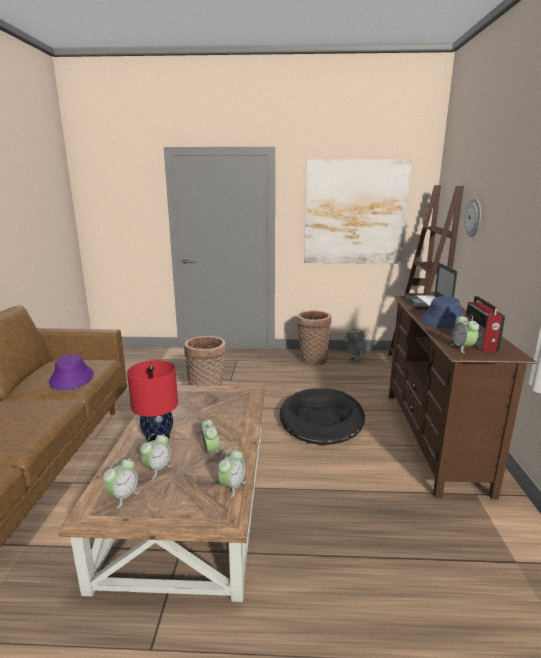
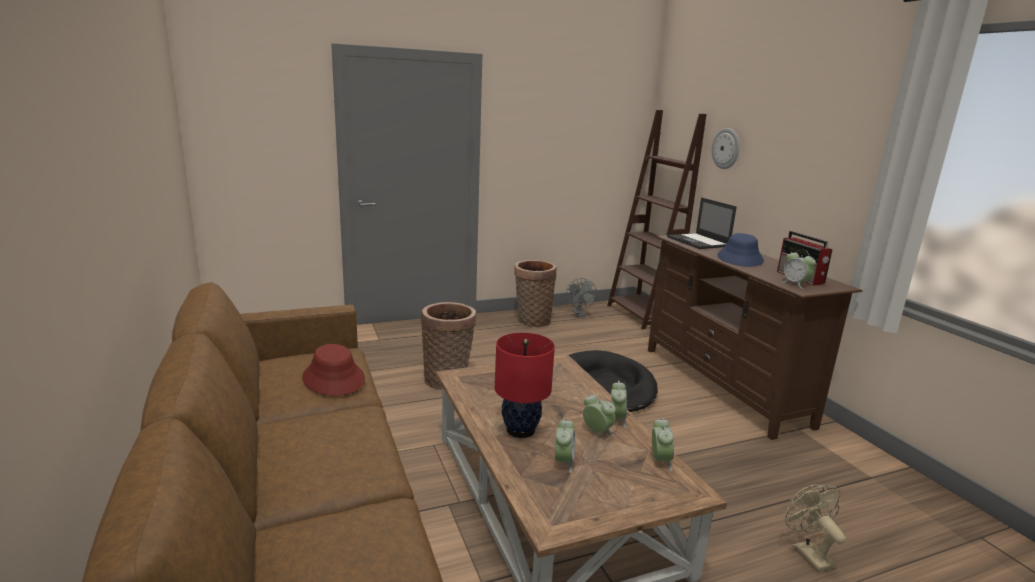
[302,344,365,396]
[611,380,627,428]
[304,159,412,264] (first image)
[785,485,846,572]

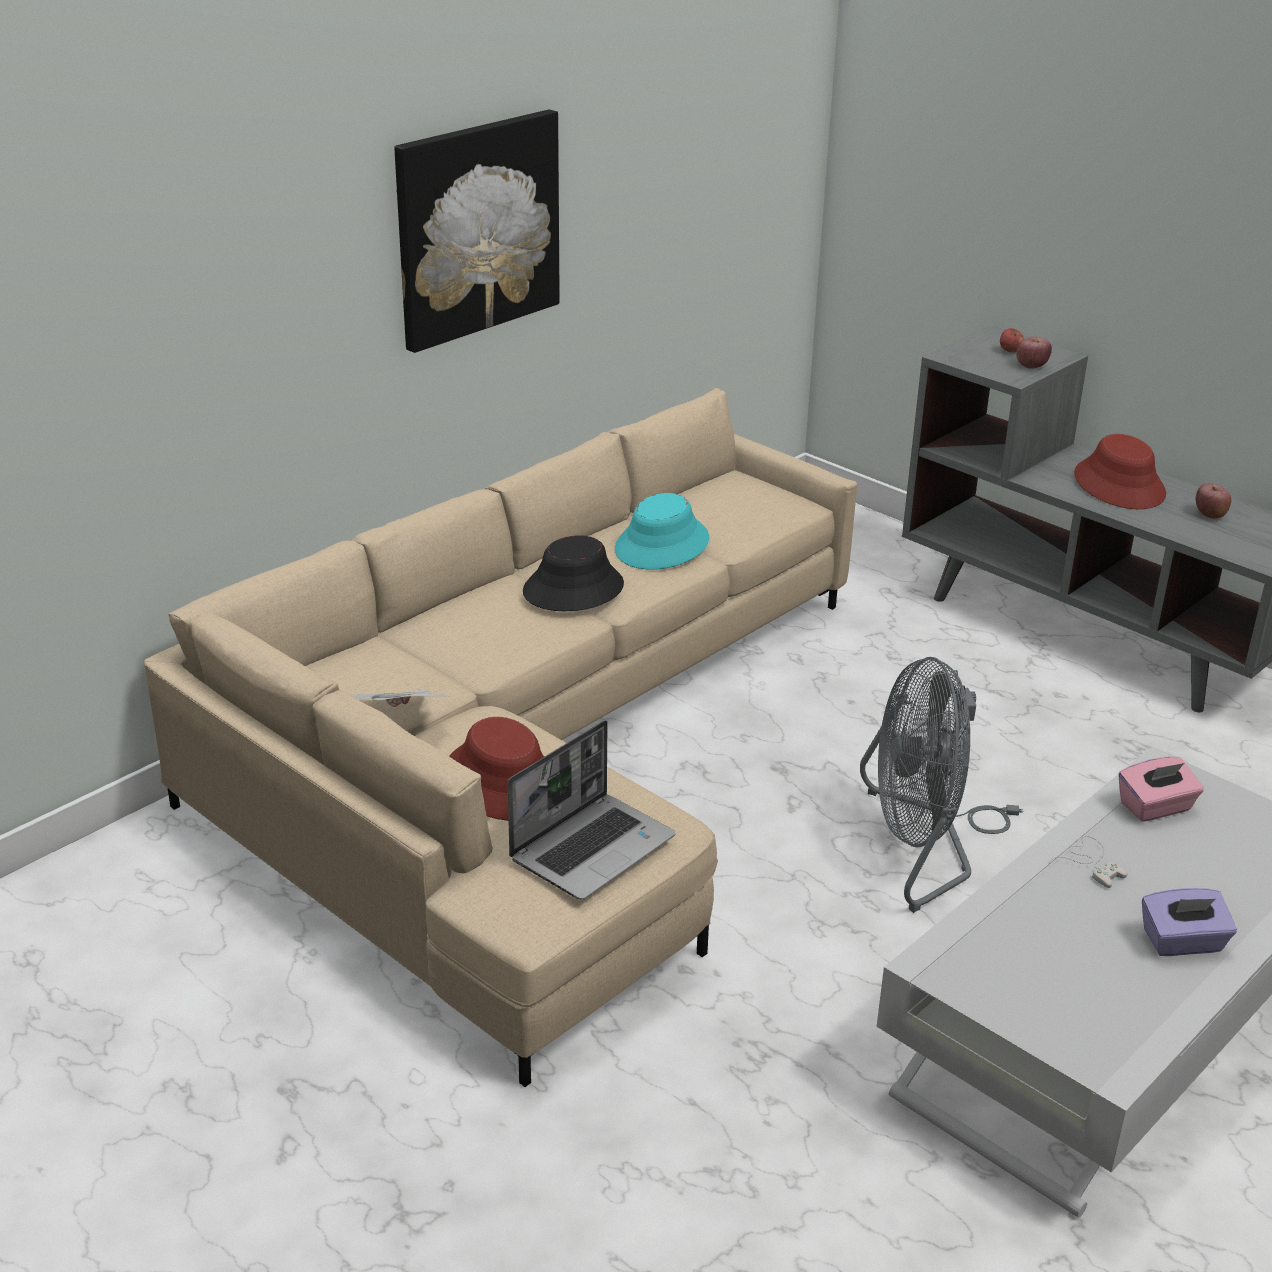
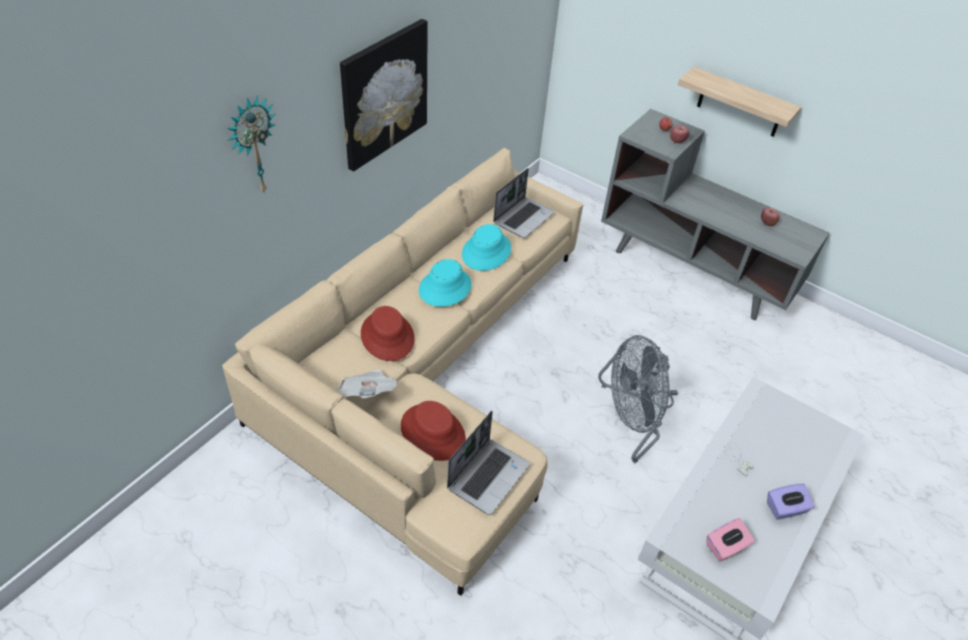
[419,259,472,307]
[361,306,415,361]
[706,518,754,562]
[227,95,276,194]
[493,168,555,238]
[678,67,801,137]

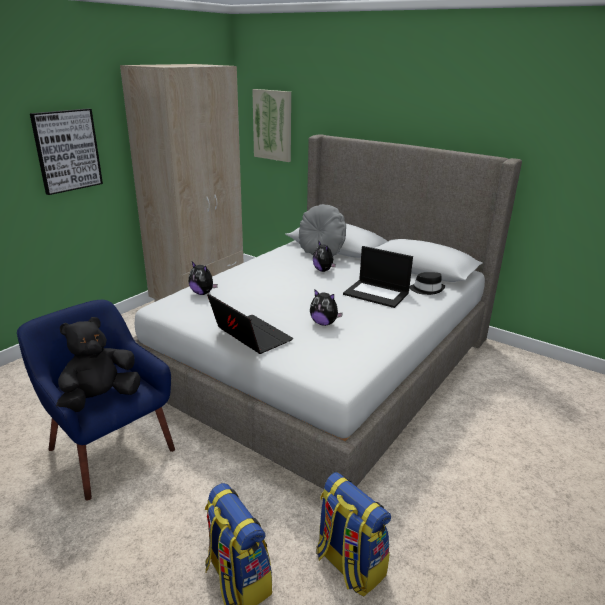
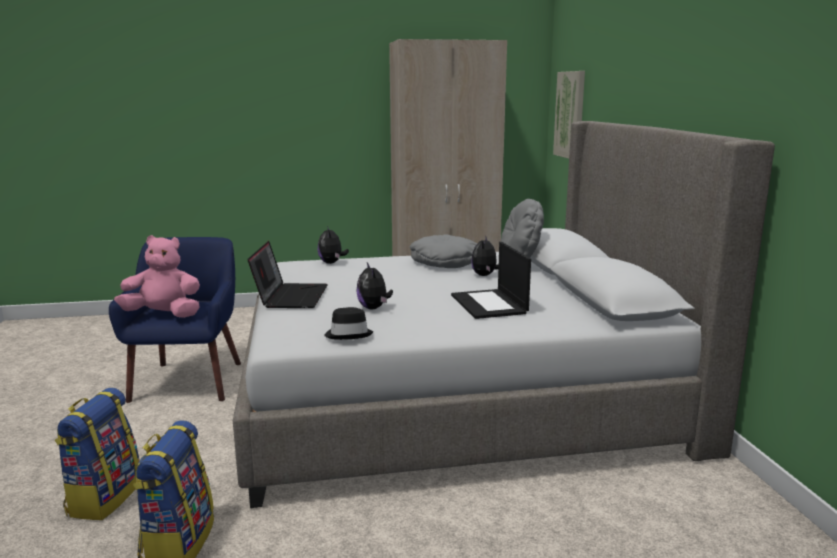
[30,108,103,195] (first image)
[114,235,200,318]
[324,307,373,340]
[410,234,477,268]

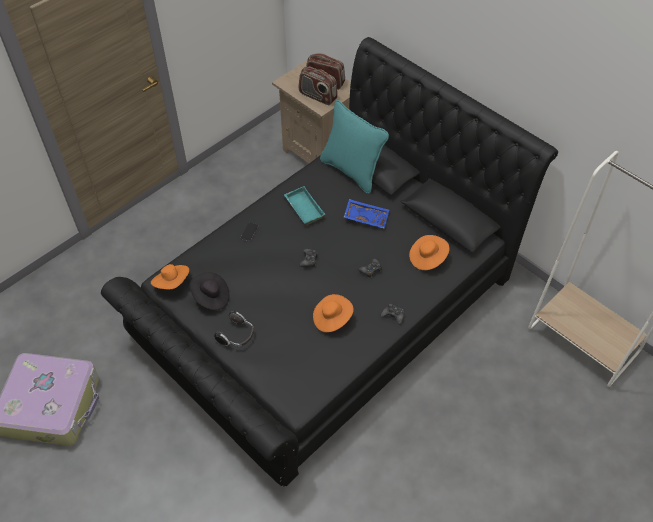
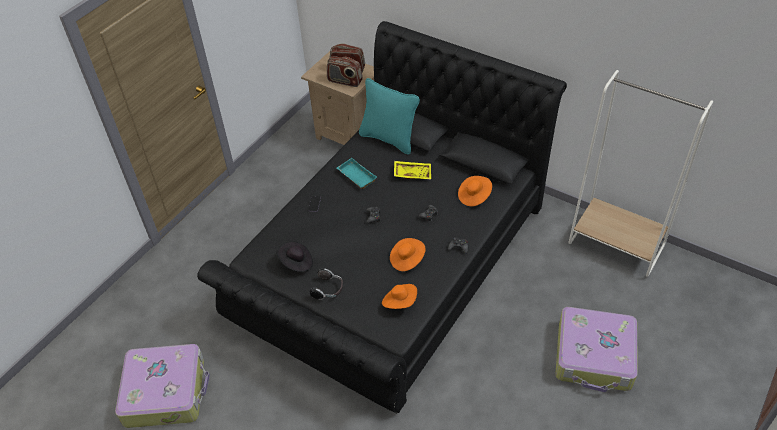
[382,284,417,309]
[394,161,431,180]
[555,307,638,392]

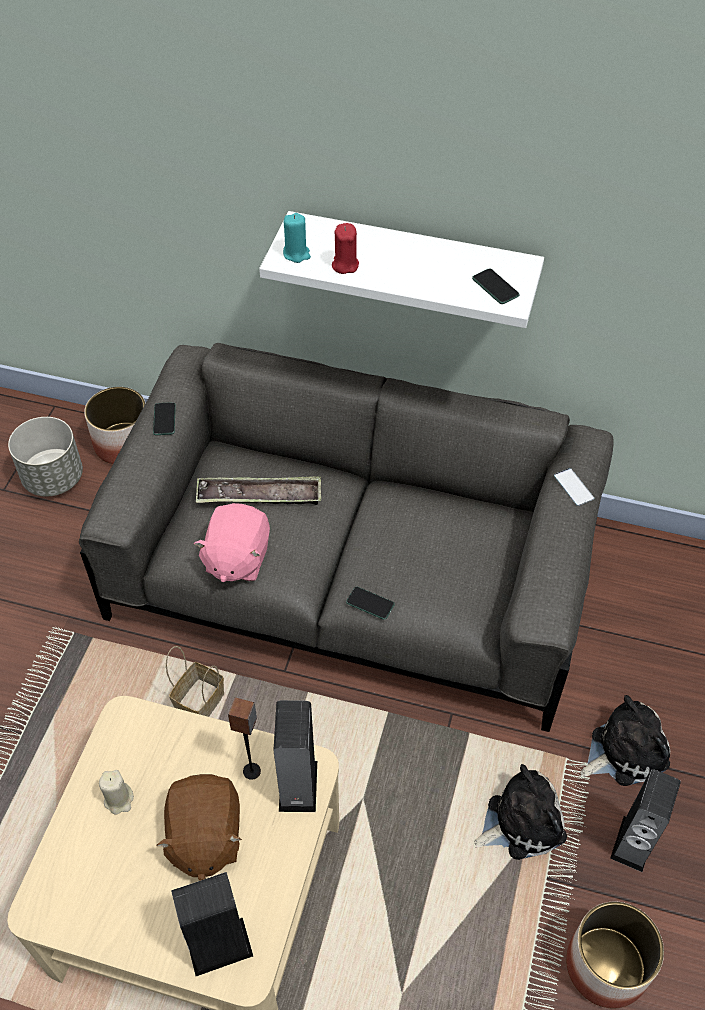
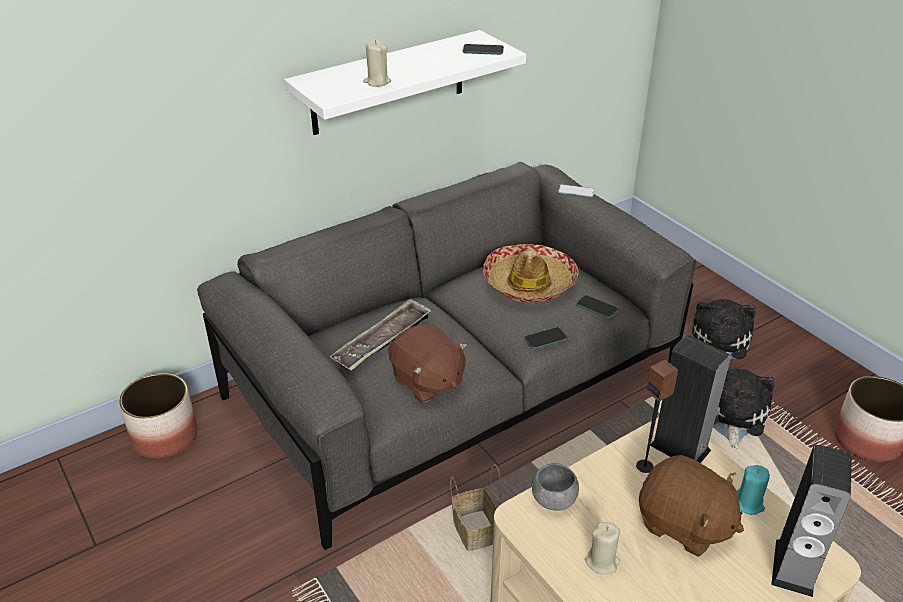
[8,417,83,496] (first image)
[576,295,618,319]
[388,324,468,403]
[737,465,770,515]
[363,40,391,87]
[610,769,681,872] (first image)
[483,244,579,302]
[532,463,579,510]

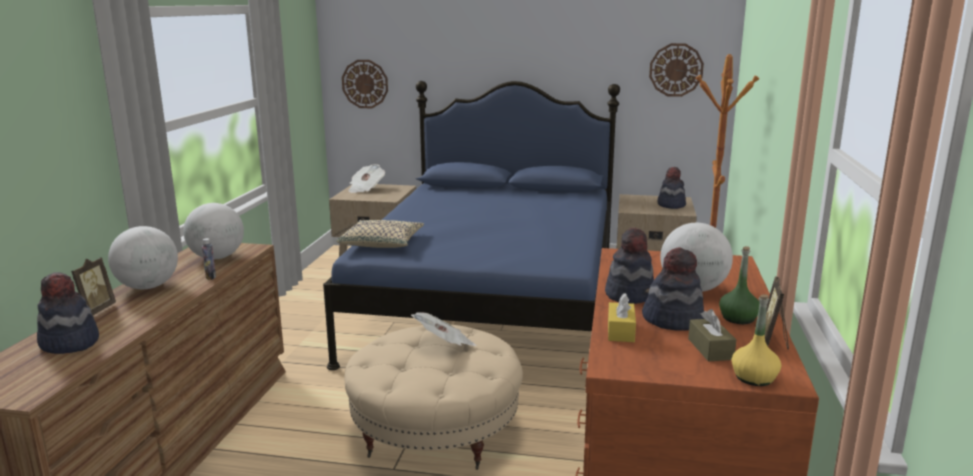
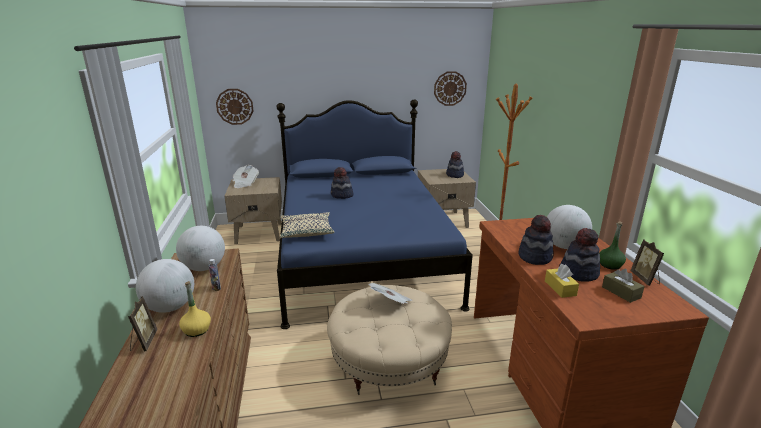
[331,167,353,199]
[179,281,211,337]

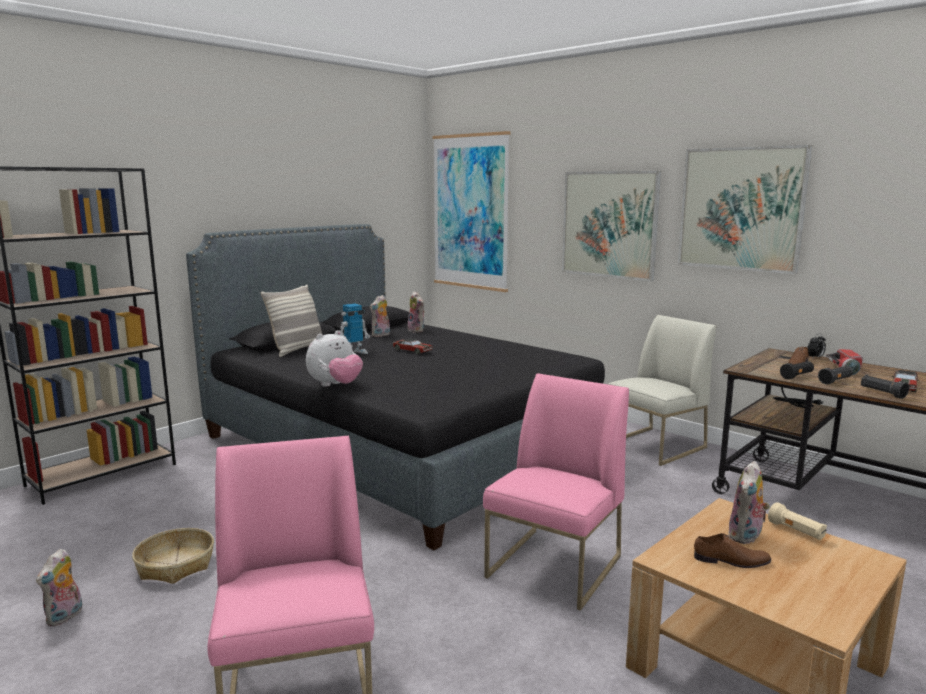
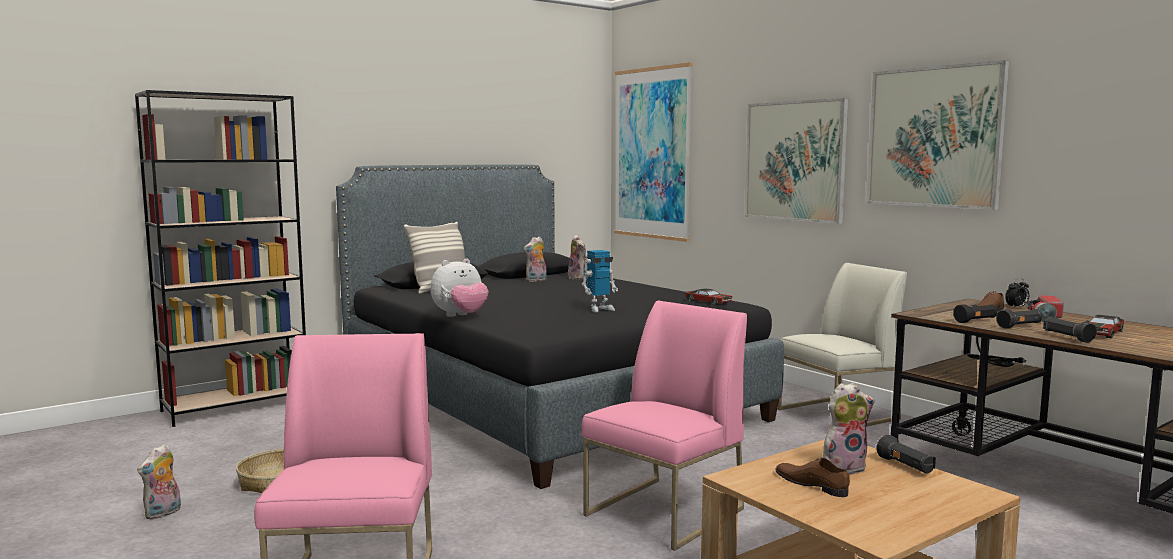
[582,250,618,312]
[685,288,732,305]
[775,457,850,497]
[823,383,875,474]
[877,435,936,474]

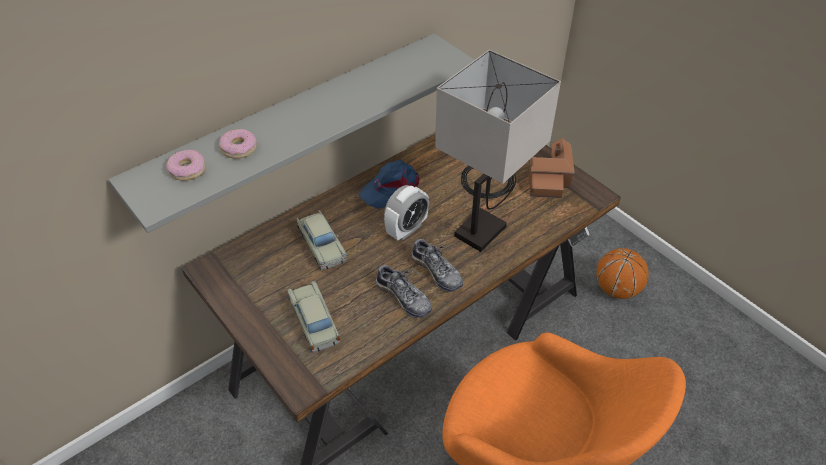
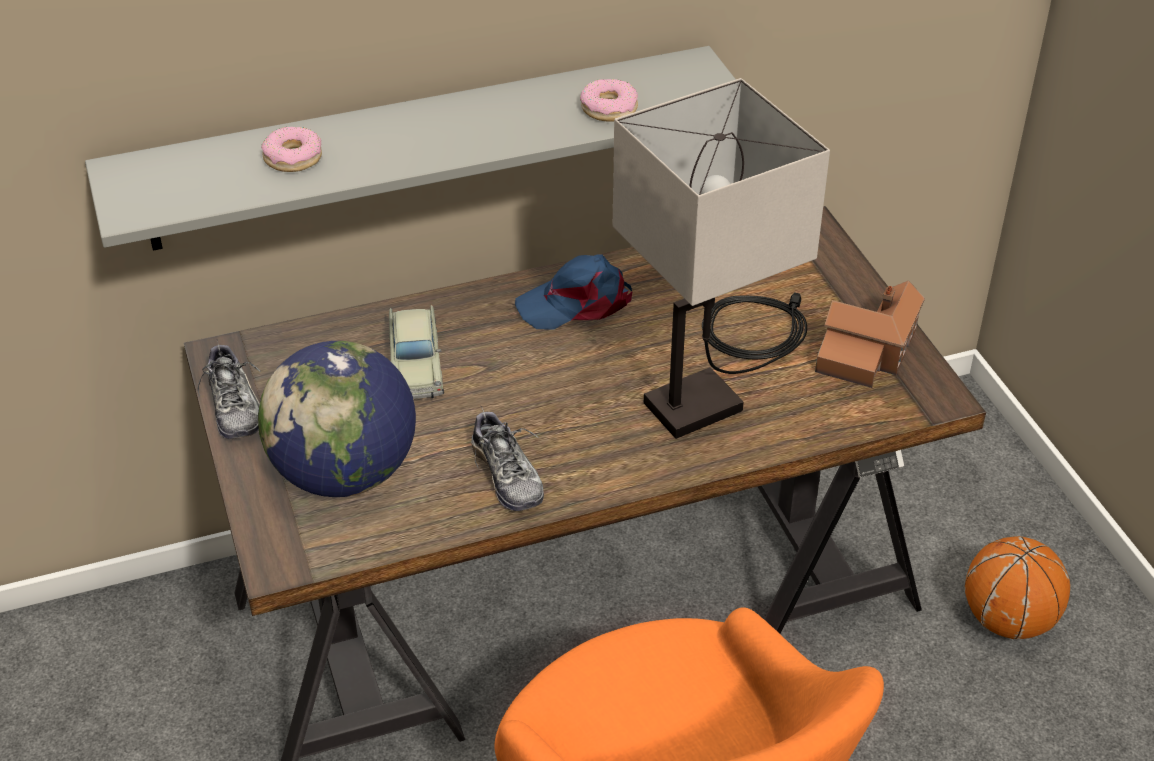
[580,79,638,122]
[258,341,416,497]
[384,185,429,241] (first image)
[197,340,261,439]

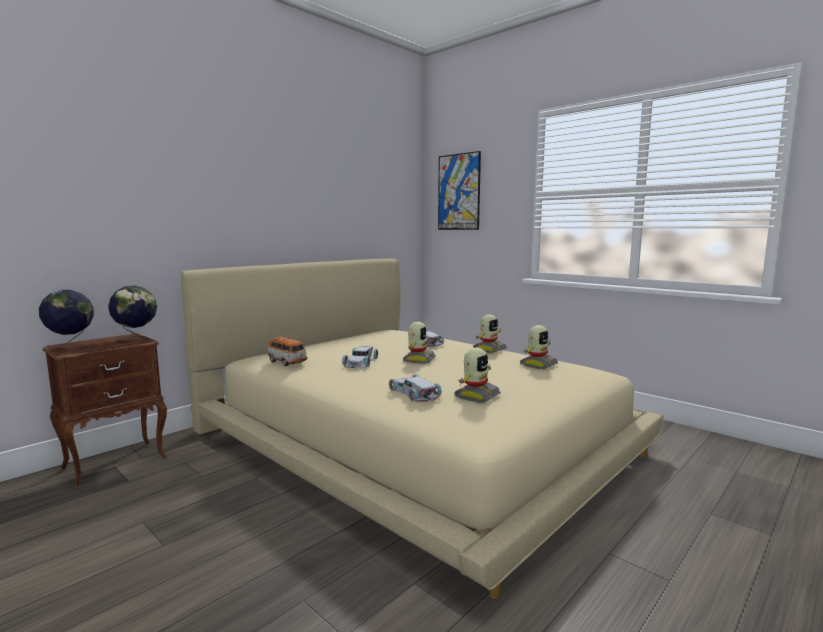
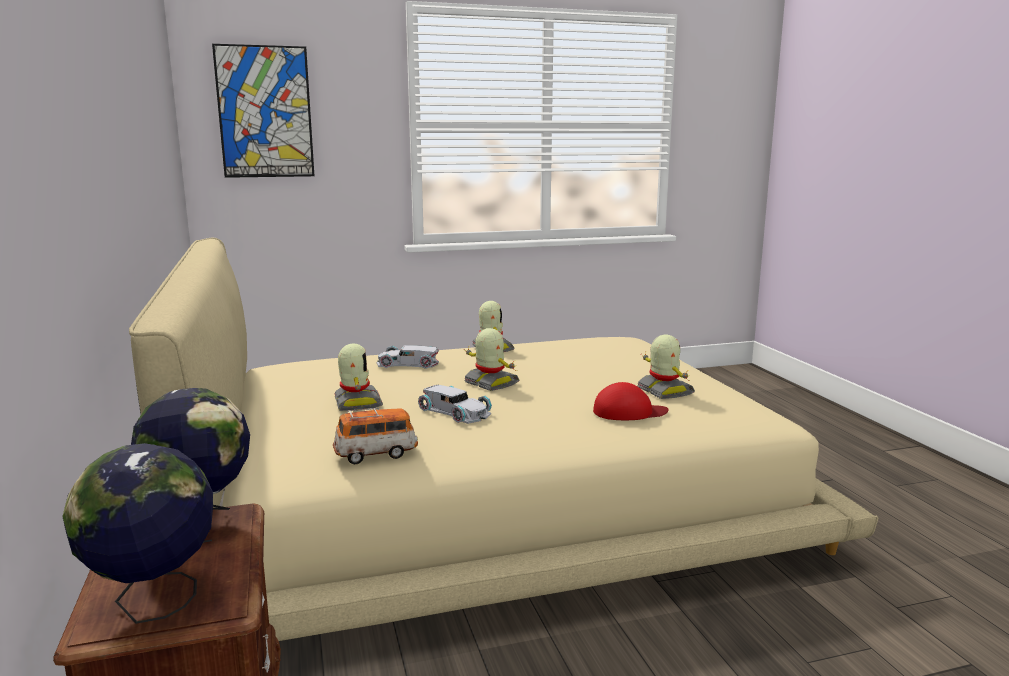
[593,382,668,420]
[335,343,383,411]

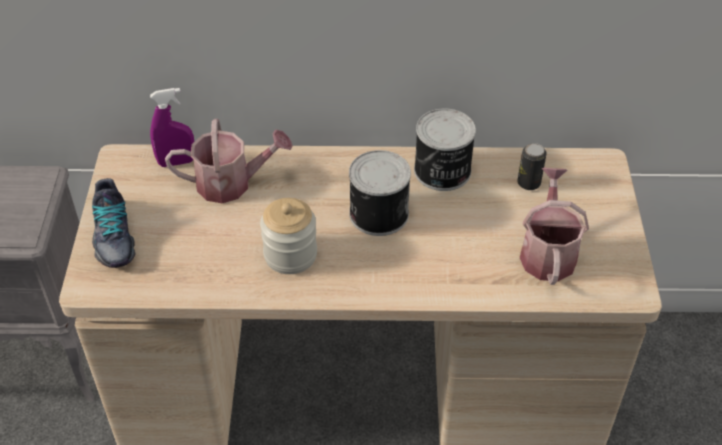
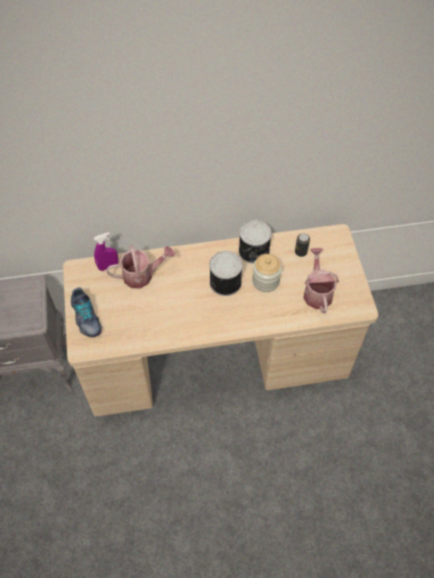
[252,254,282,292]

